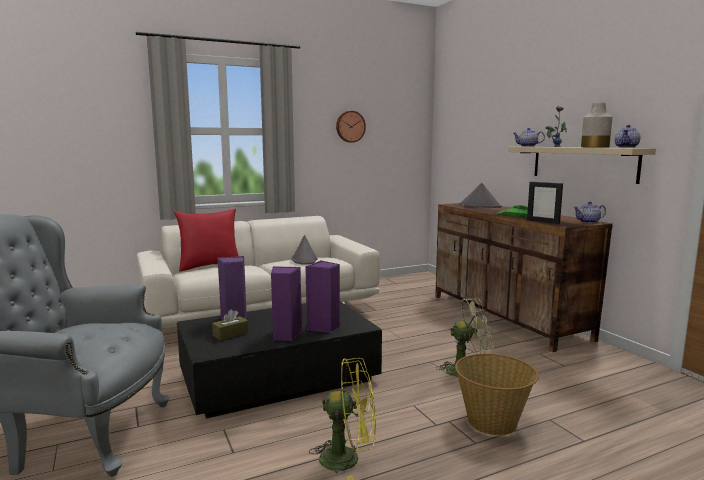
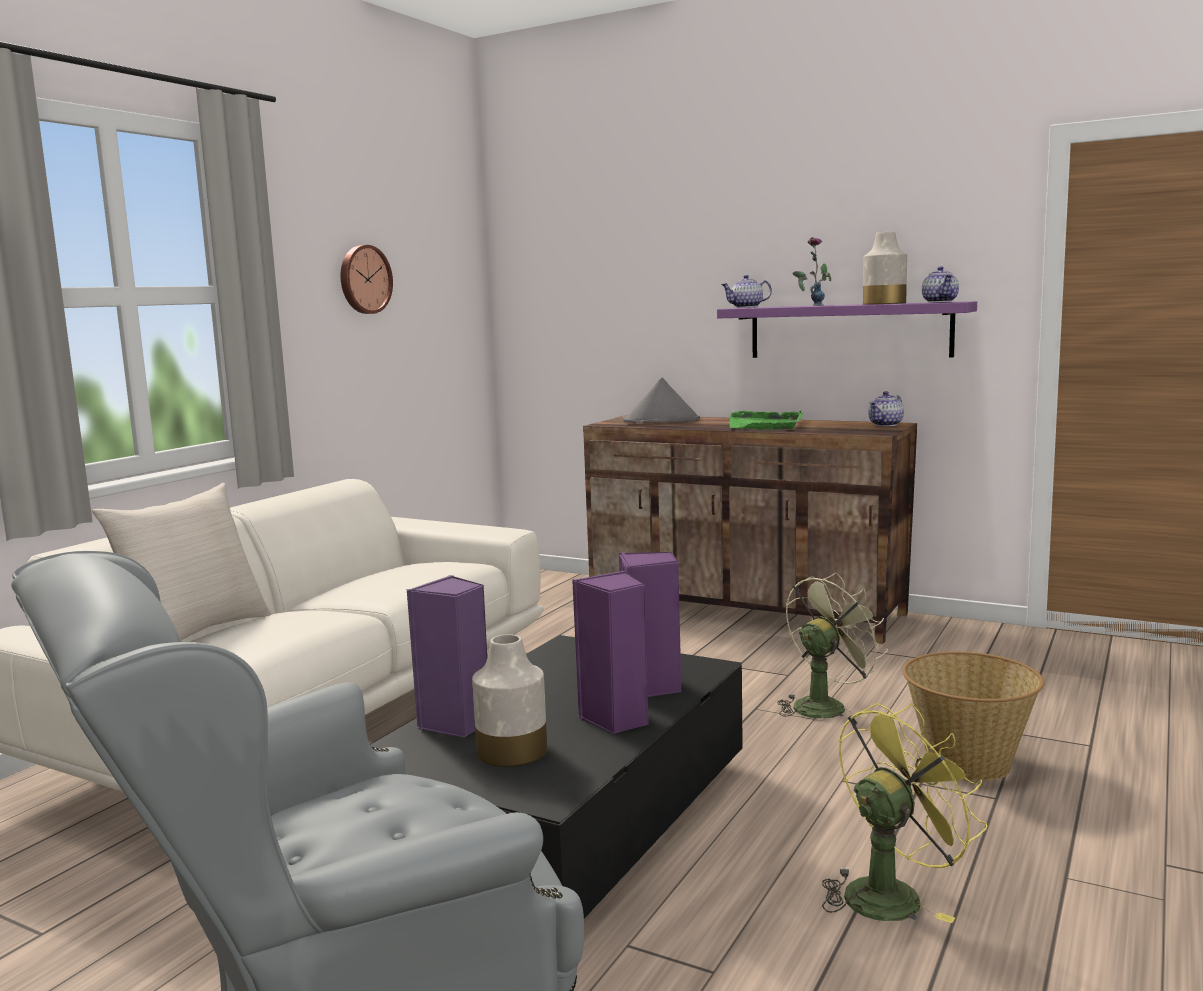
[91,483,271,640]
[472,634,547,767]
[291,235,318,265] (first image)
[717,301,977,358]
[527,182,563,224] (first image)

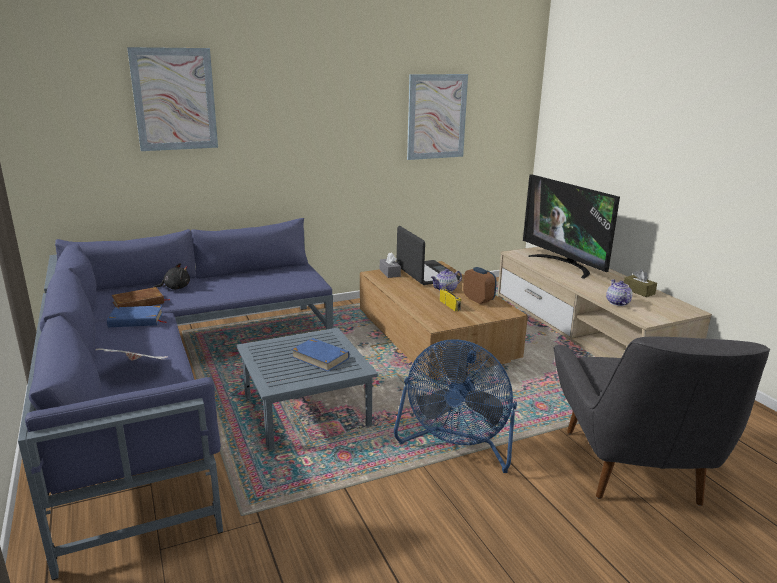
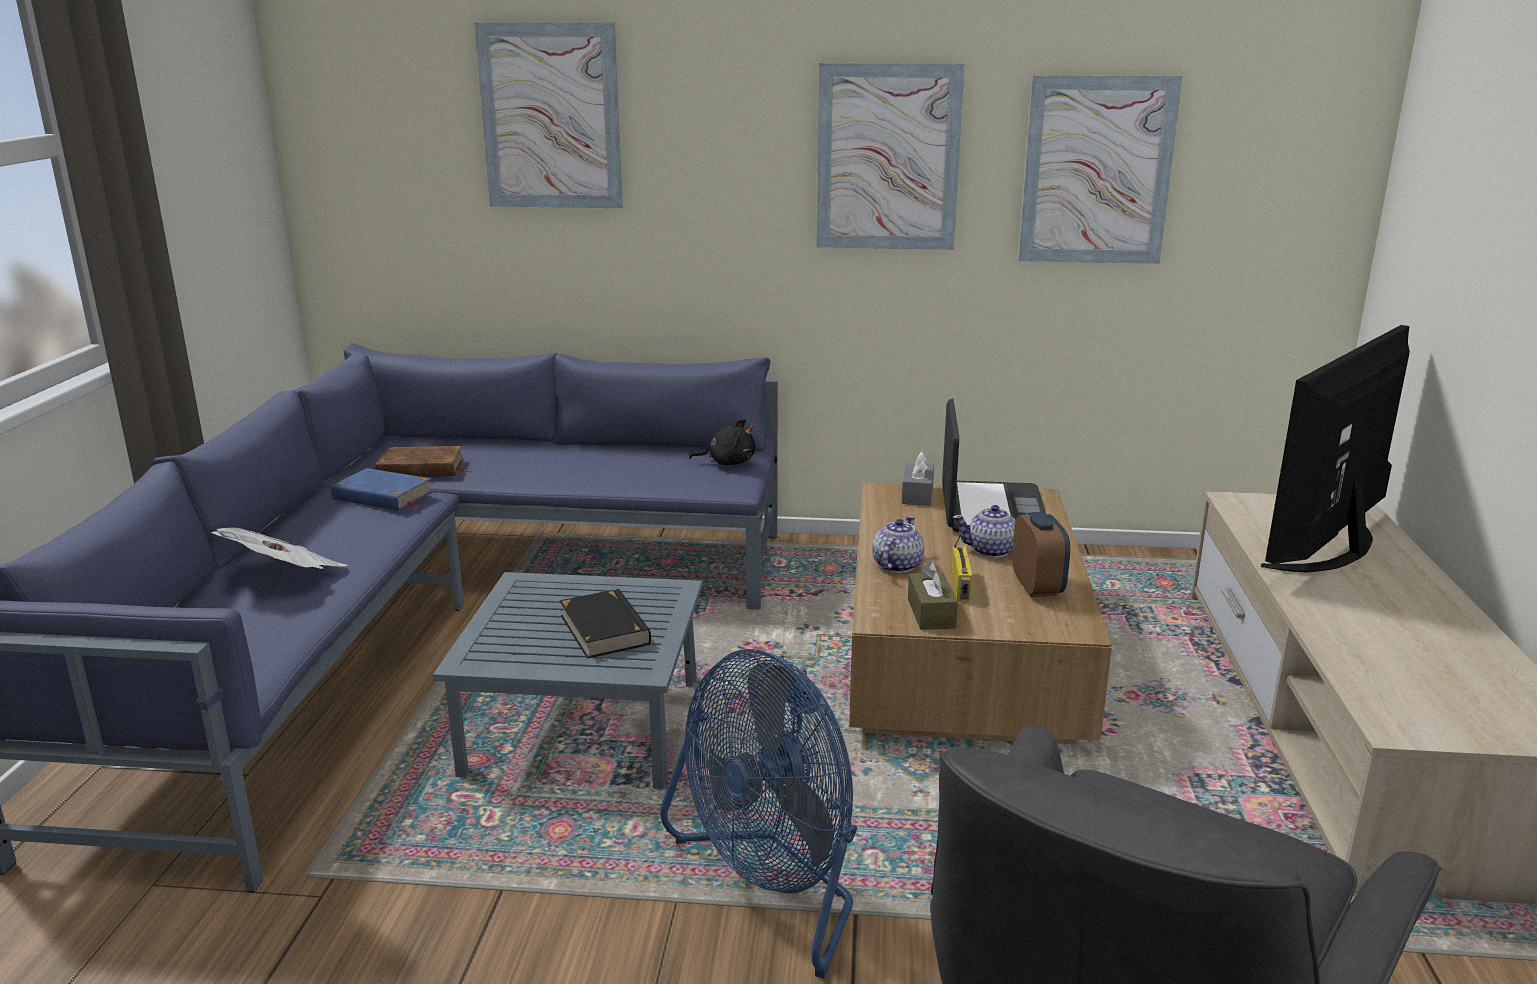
[689,419,756,465]
[560,589,651,659]
[1261,325,1410,573]
[872,516,924,573]
[908,561,958,630]
[816,63,964,250]

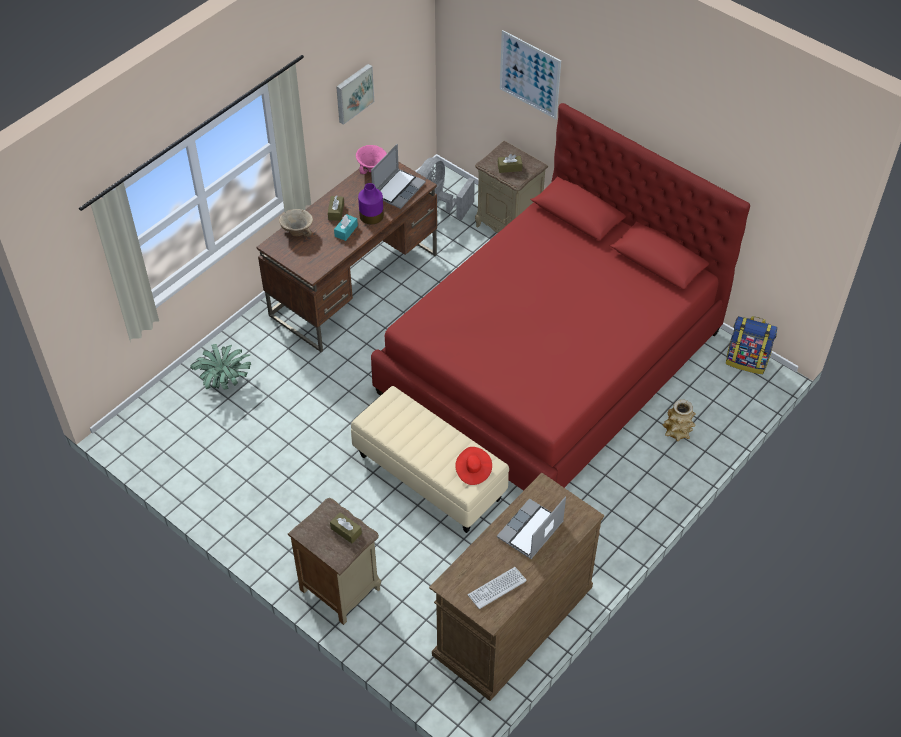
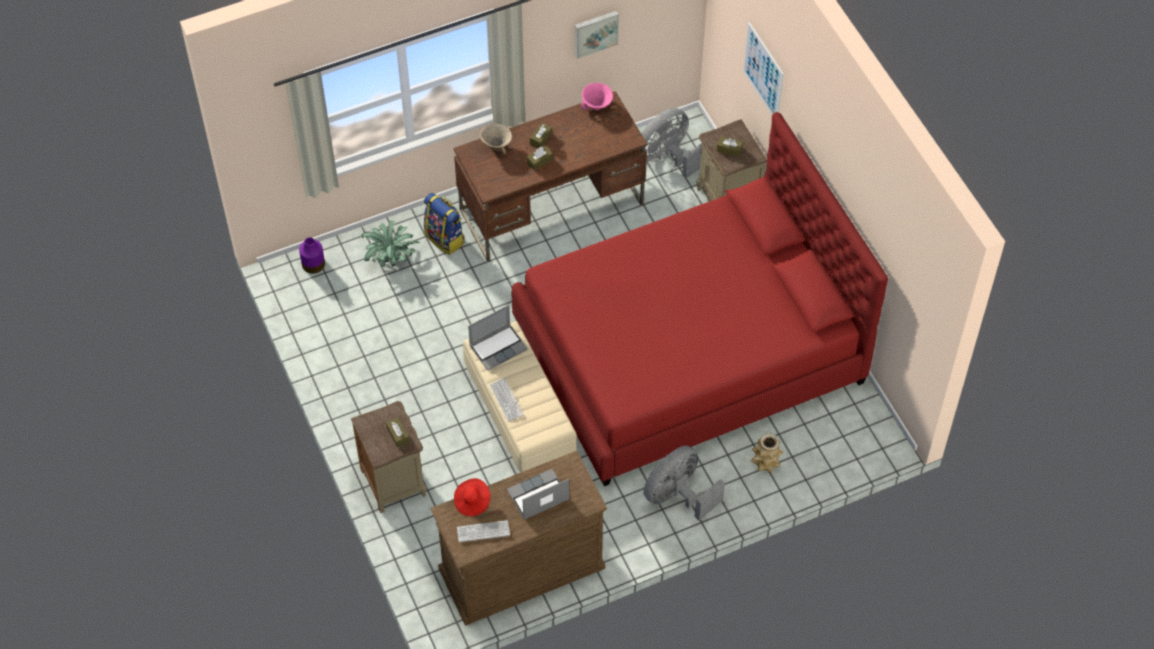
[527,146,553,171]
[299,237,325,274]
[468,305,528,371]
[454,478,490,516]
[424,193,465,255]
[490,378,523,422]
[643,446,725,521]

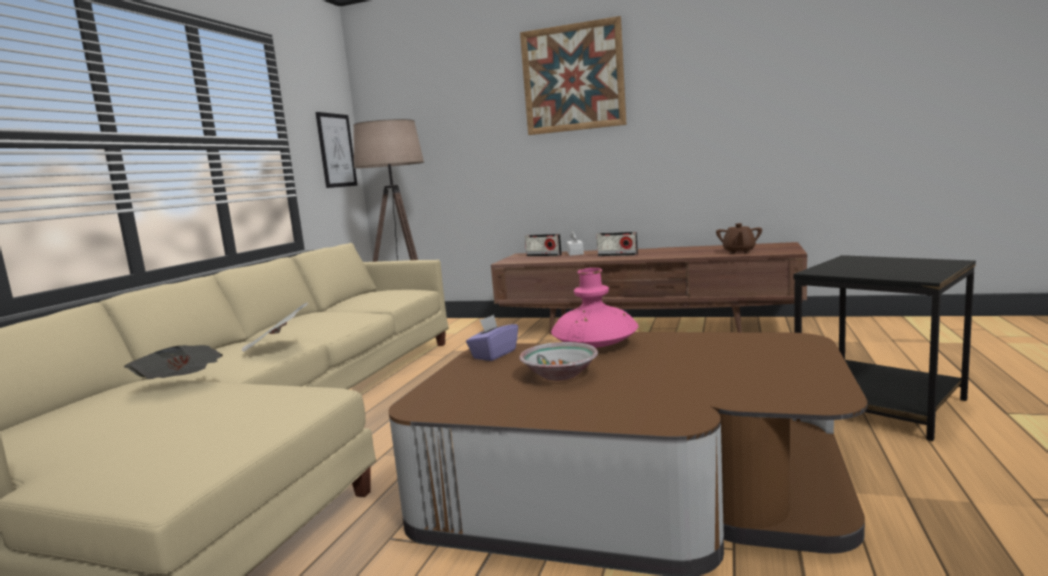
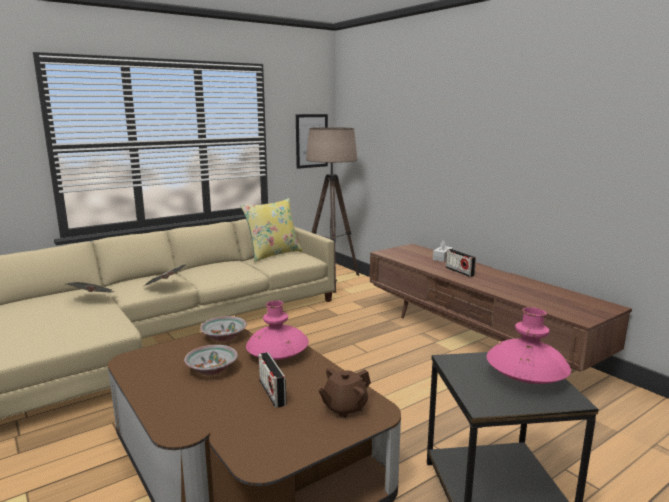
[200,316,247,342]
[520,16,627,135] (first image)
[258,352,287,408]
[319,368,371,418]
[241,198,302,262]
[486,307,571,384]

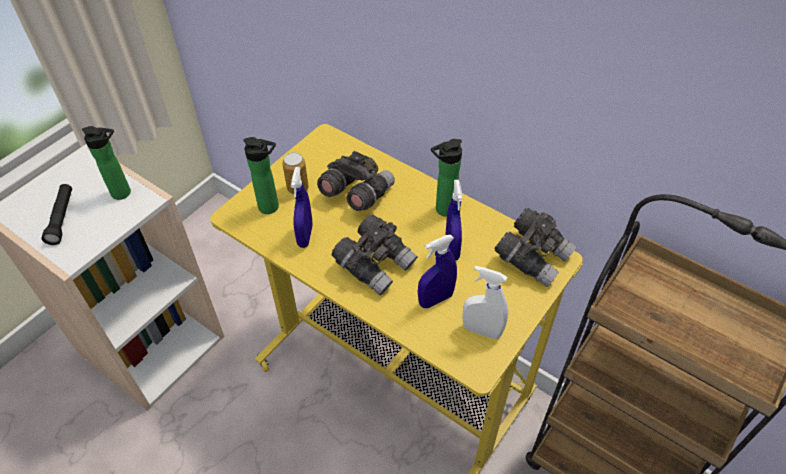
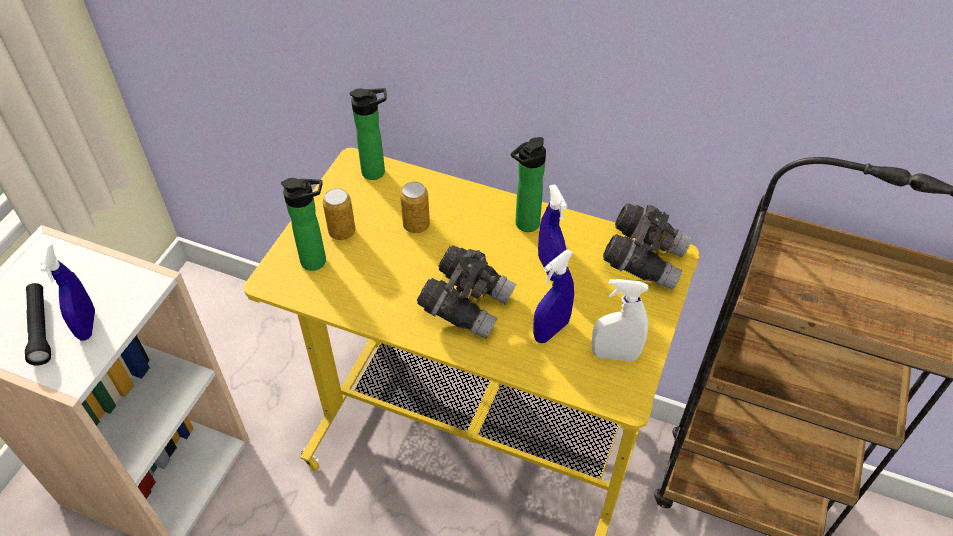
[349,88,386,180]
[40,245,95,341]
[400,182,430,233]

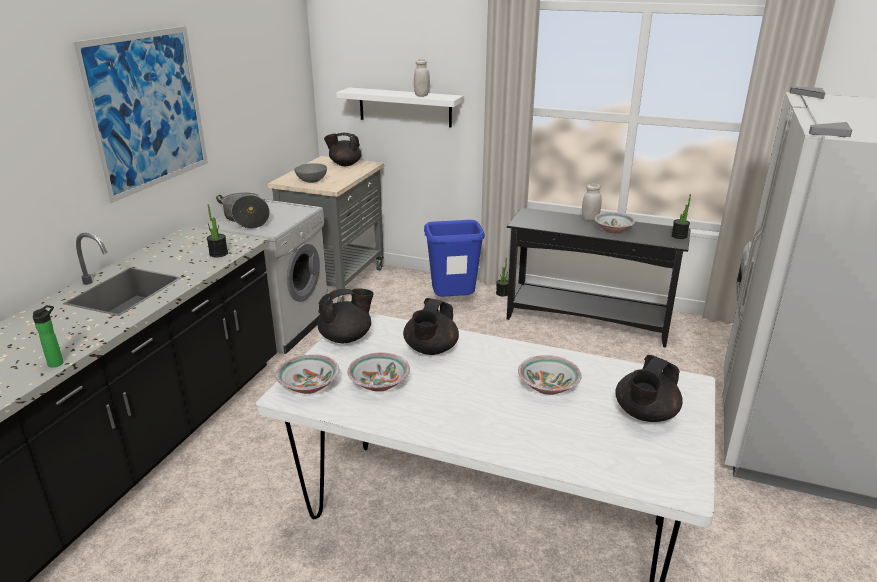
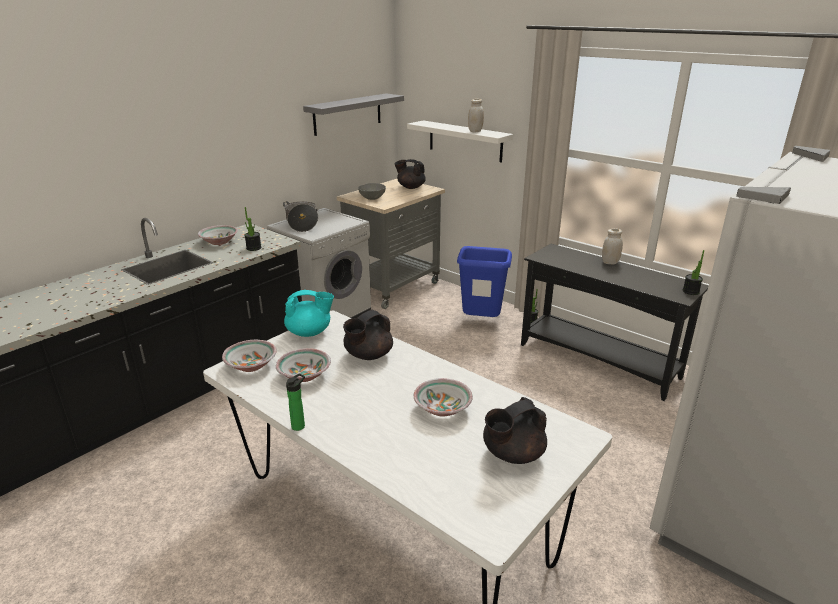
[286,373,305,431]
[71,26,208,203] (first image)
[284,290,334,337]
[198,225,238,245]
[303,93,404,136]

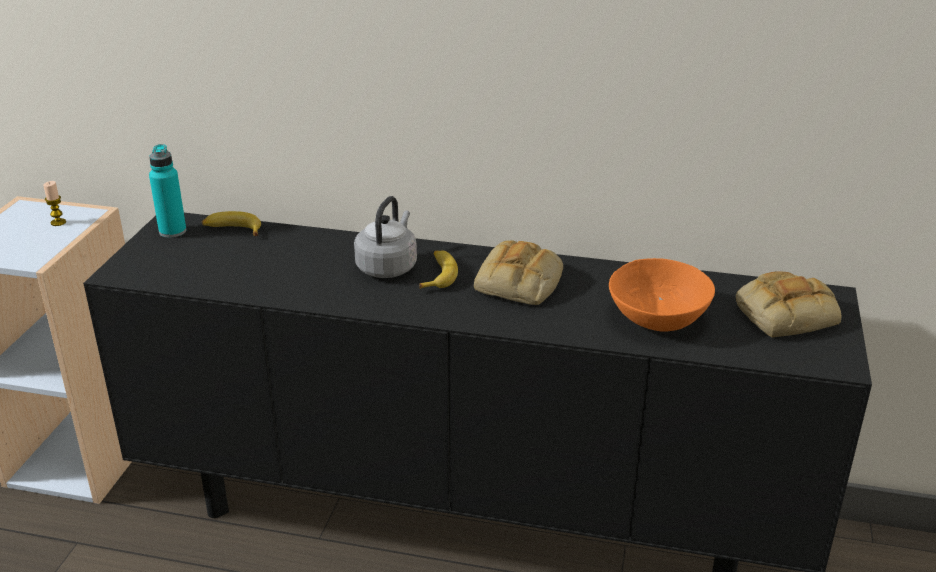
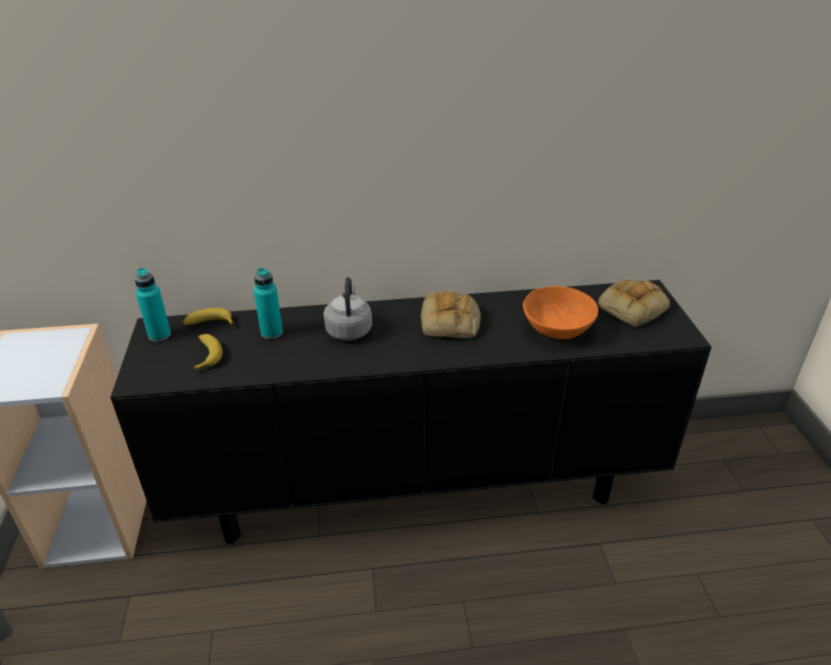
[43,181,66,226] (first image)
[194,334,222,370]
[254,267,283,339]

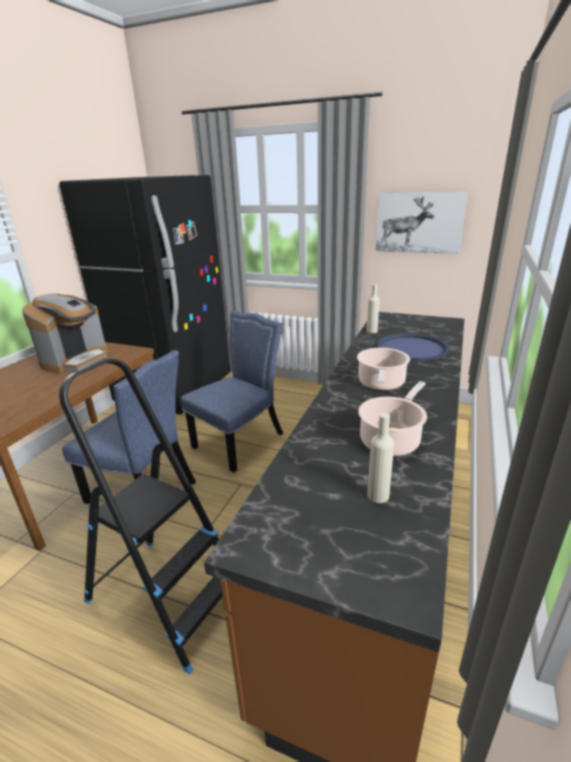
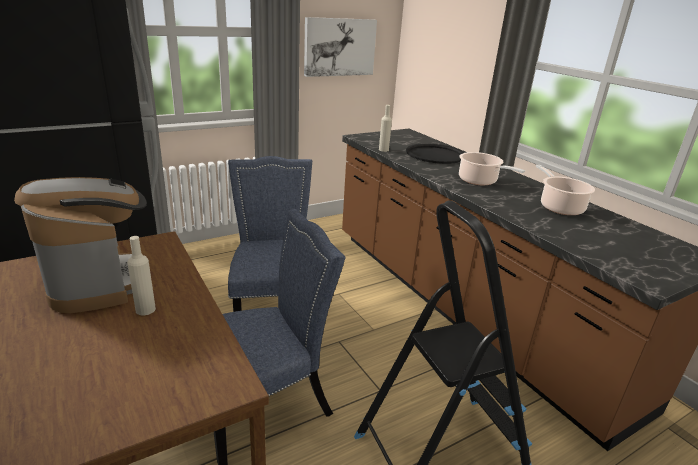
[127,236,156,315]
[406,144,464,164]

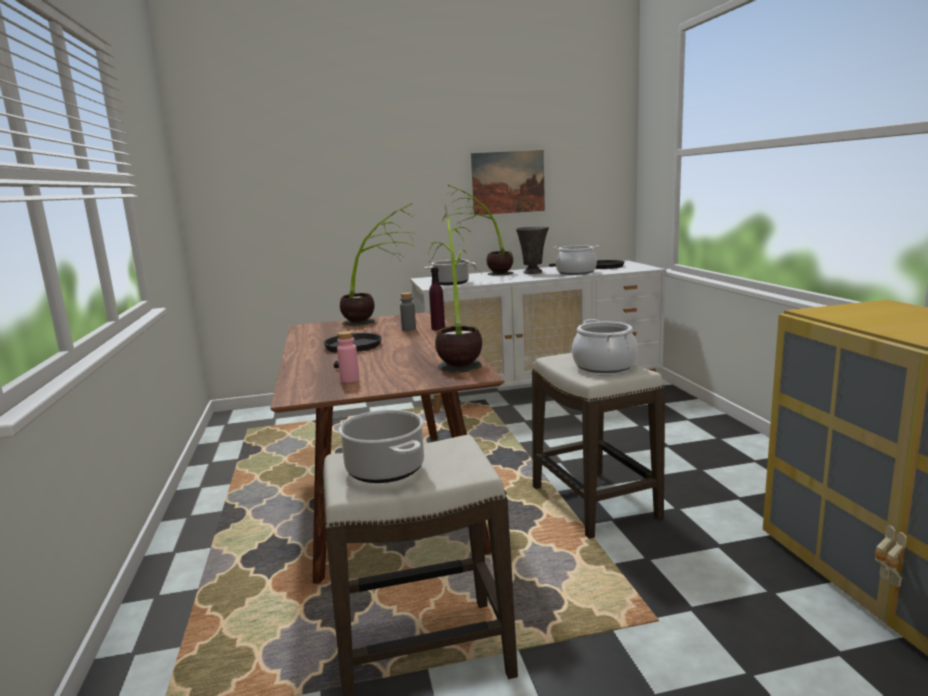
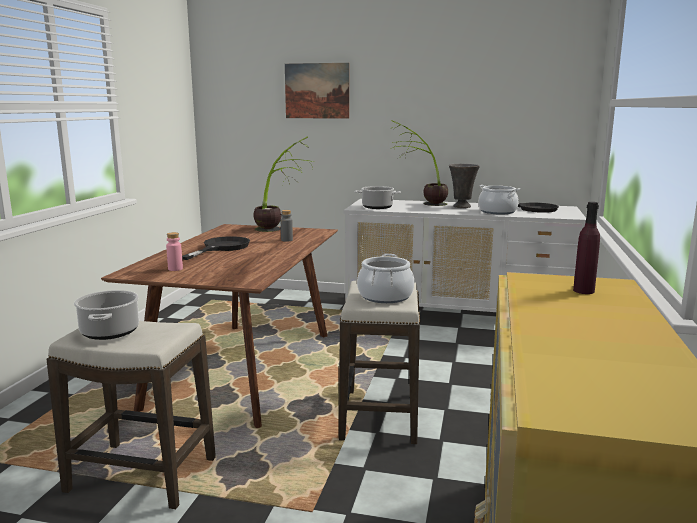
[428,204,482,373] (first image)
[573,202,600,294]
[285,63,350,119]

